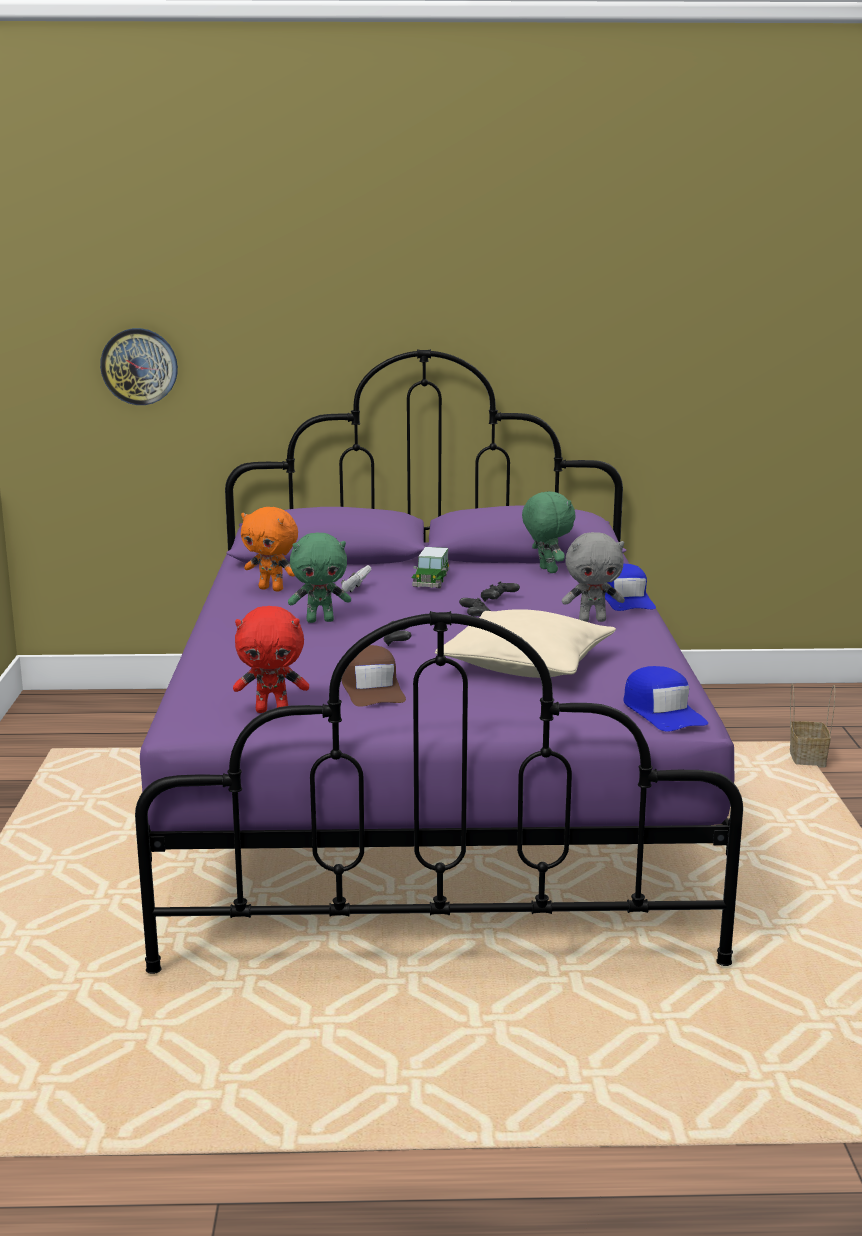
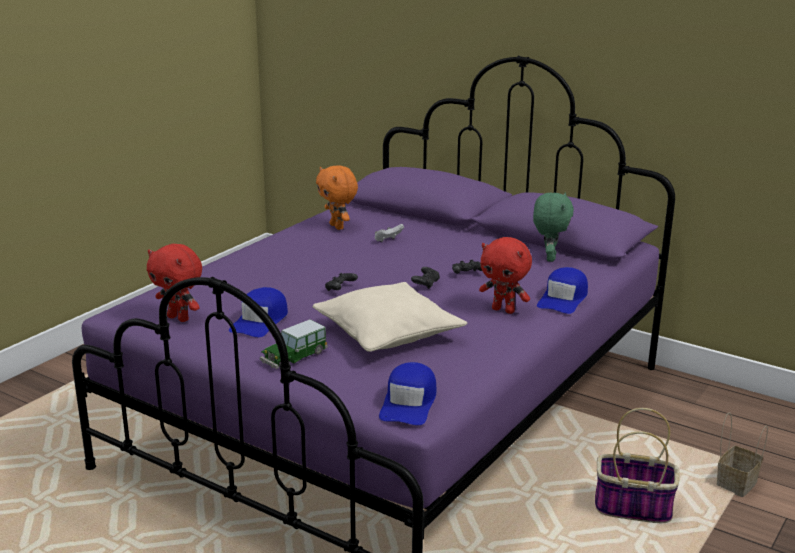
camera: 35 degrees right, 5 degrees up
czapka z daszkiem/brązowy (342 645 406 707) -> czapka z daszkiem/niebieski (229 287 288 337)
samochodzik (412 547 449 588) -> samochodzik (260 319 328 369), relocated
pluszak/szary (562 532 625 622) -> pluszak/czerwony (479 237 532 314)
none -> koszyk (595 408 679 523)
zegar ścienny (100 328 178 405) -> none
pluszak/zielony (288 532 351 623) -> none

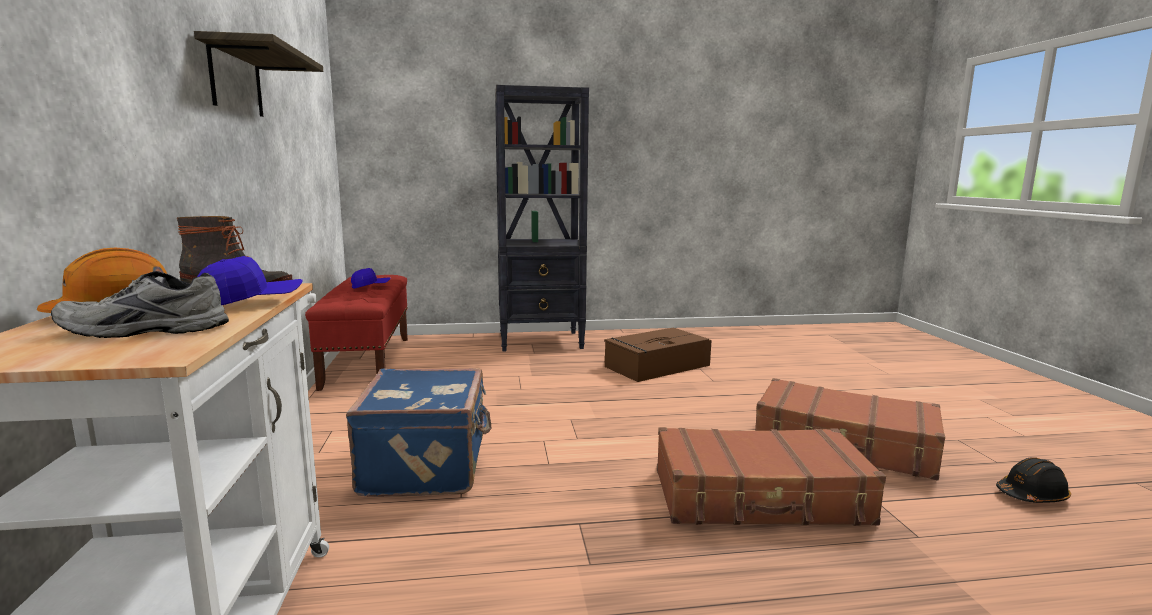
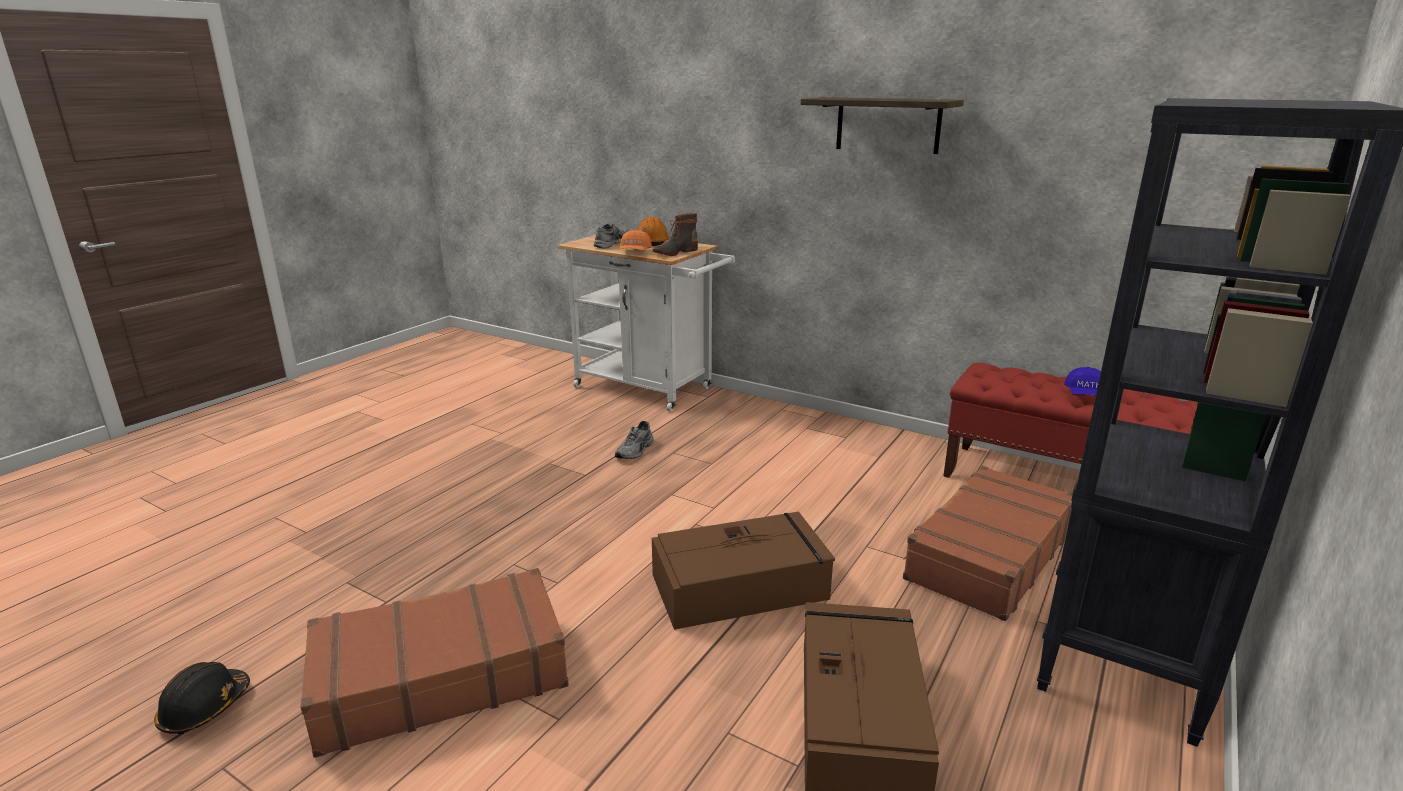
camera: 130 degrees right, 10 degrees up
none -> but/szary (615 421 654 459)
czapka z daszkiem/niebieski (197 256 303 305) -> czapka z daszkiem/pomarańczowy (619 230 652 250)
none -> pojemnik do przechowywania/brązowy (652 512 835 630)
walizka/brązowy (657 427 886 526) -> walizka/brązowy (903 466 1073 621), relocated
walizka/niebieski (346 368 491 497) -> none

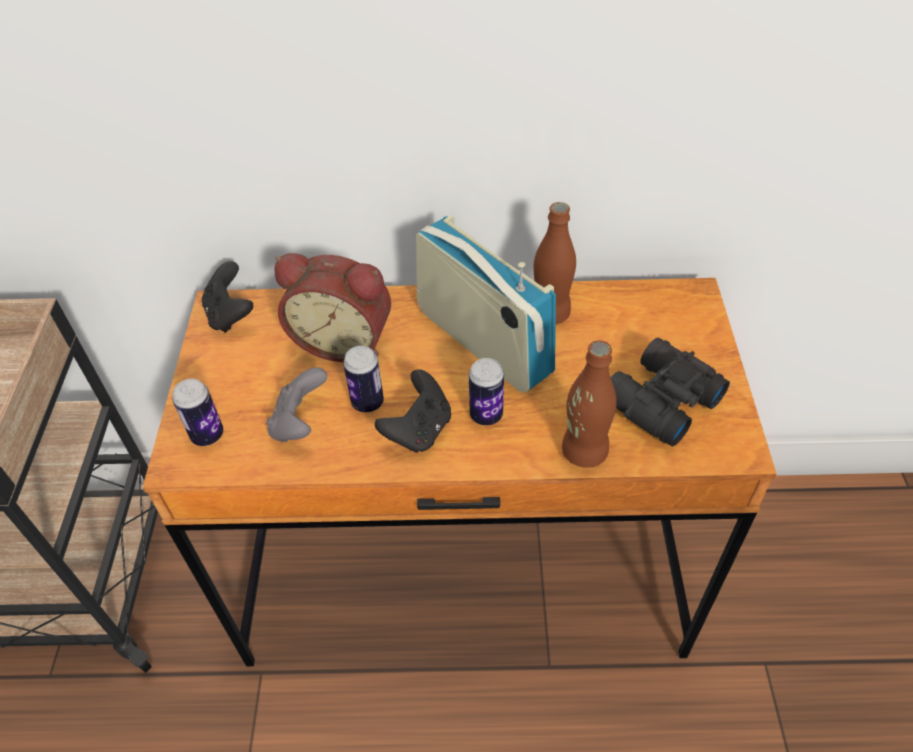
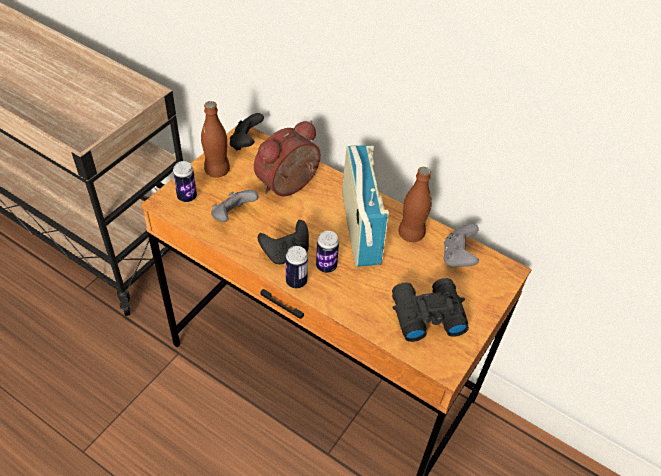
camera: 30 degrees right, 0 degrees up
butelka/brązowy (562 340 617 468) -> butelka/brązowy (201 101 230 178), relocated
budzik (274 253 391 362) -> budzik (254 121 321 196), 90 degrees clockwise
puszka (343 346 384 412) -> puszka (286 246 308 288), relocated
none -> pad do gier/szary (443 223 479 268)

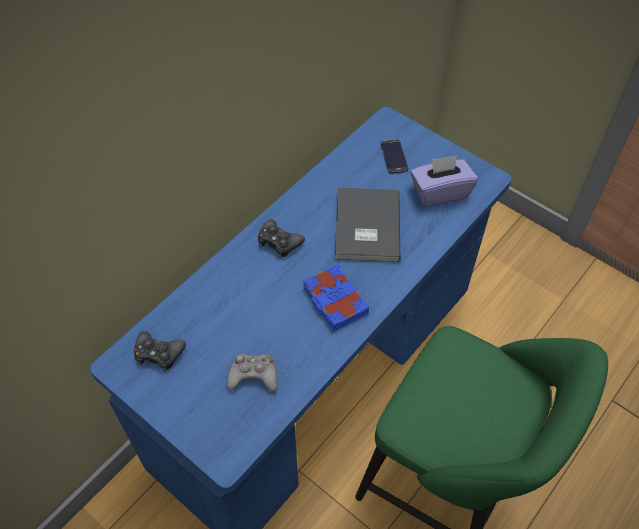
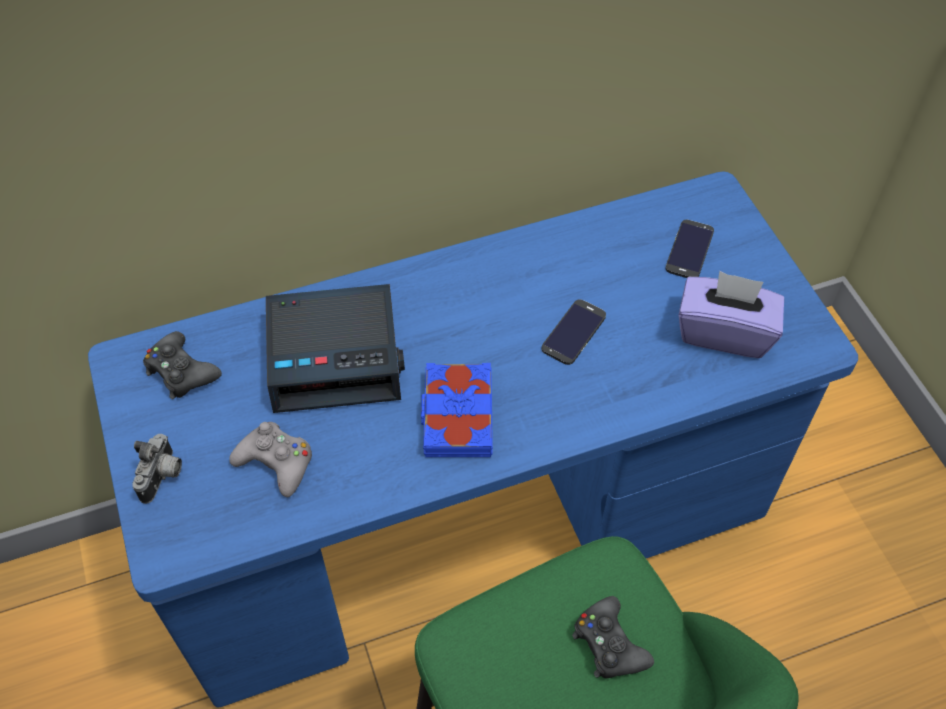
camera: 30 degrees right, 0 degrees up
none -> aparat fotograficzny (132 434 182 504)
none -> budzik (266 284 405 413)
książka/szary (335 187 400 262) -> telefon (541 299 606 365)
pad do gier/czarny (258 219 305 258) -> pad do gier/czarny (572 596 654 678), relocated

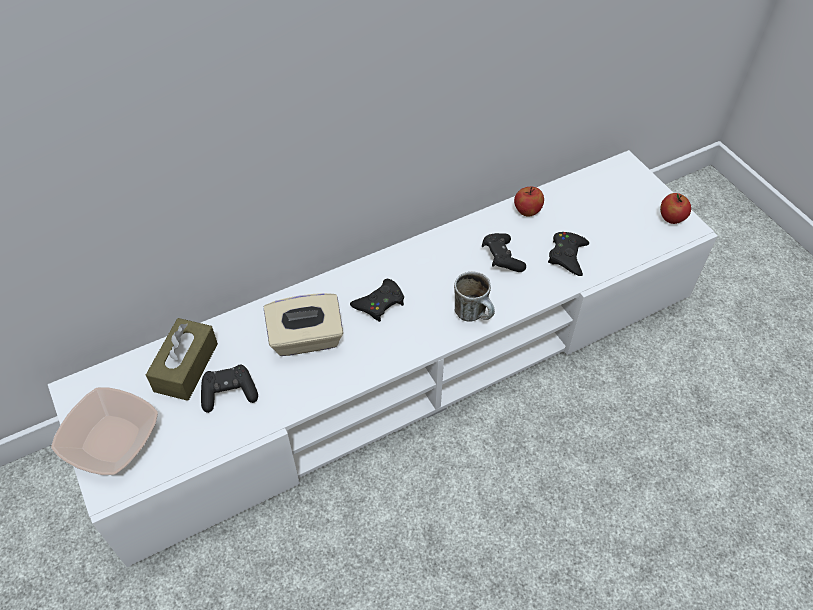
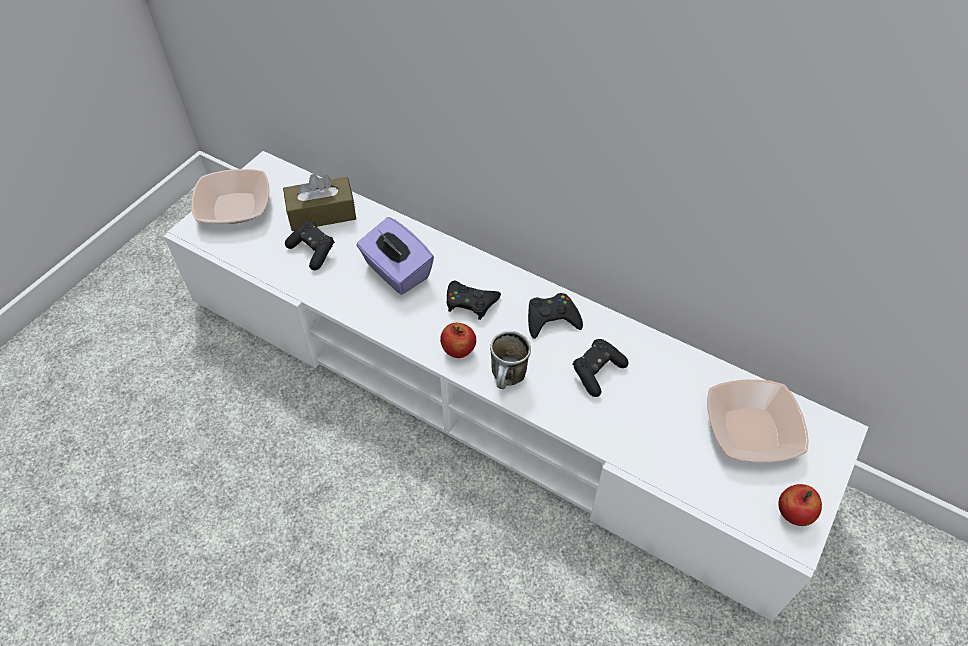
camera: 60 degrees right, 0 degrees up
pudełko chusteczek/beżowy (264 293 343 356) -> pudełko chusteczek/fioletowy (356 217 434 295)
jabłko (514 187 544 217) -> jabłko (440 323 476 358), relocated
pad do gier/czarny (548 232 589 276) -> pad do gier/czarny (528 293 583 339), relocated
none -> miska (707 379 809 462)

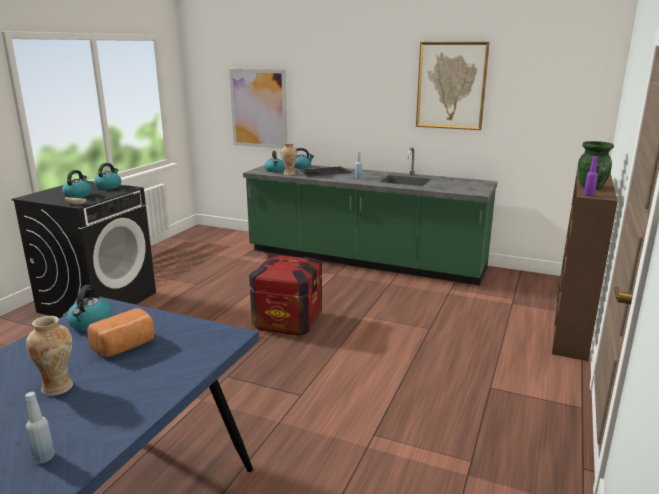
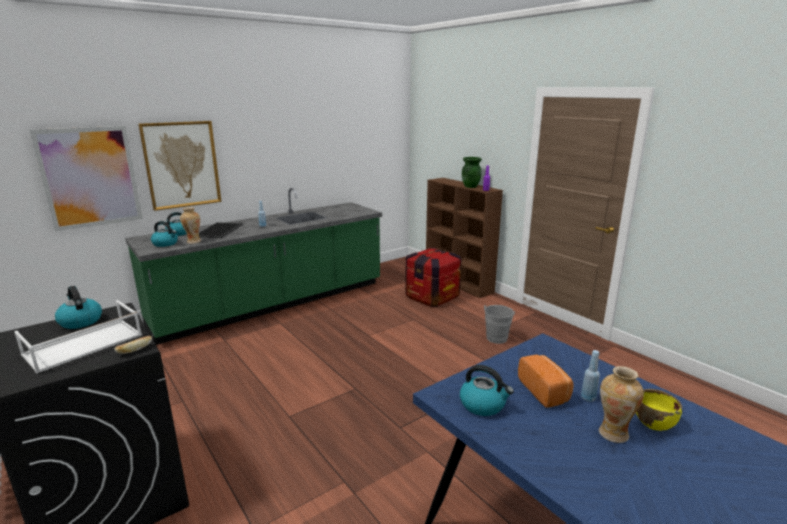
camera: 60 degrees left, 0 degrees up
czajnik (62 170 92 198) -> taca/biały (14 300 142 374)
obraz (416 42 489 130) -> obraz (138 121 221 211), relocated
skrzynka (249 255 322 336) -> skrzynka (405 248 461 307), relocated
none -> wiadro/szary (484 305 515 344)
butelka/niebieski (25 392 55 463) -> butelka/niebieski (581 350 600 402), relocated
none -> miska/żółty (636 389 682 431)

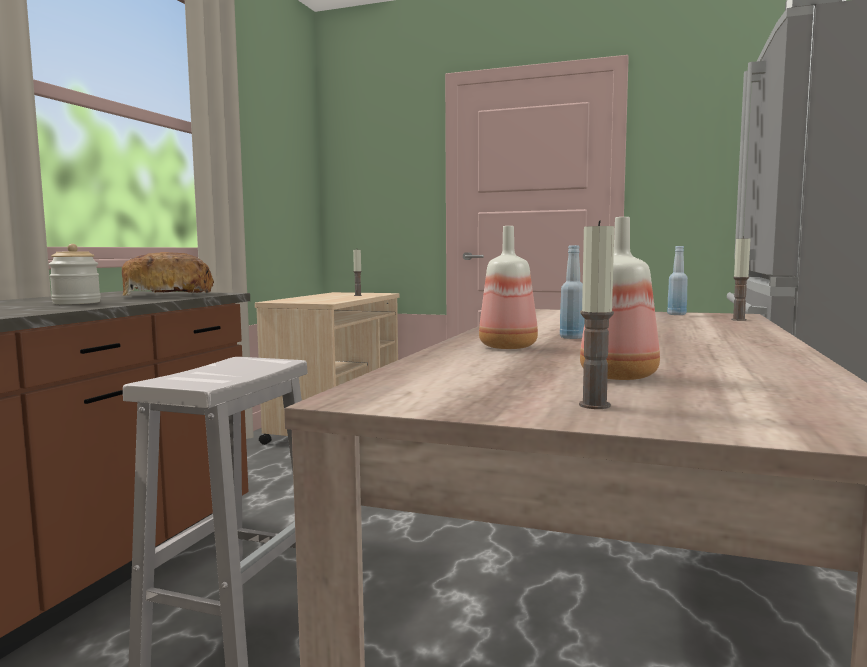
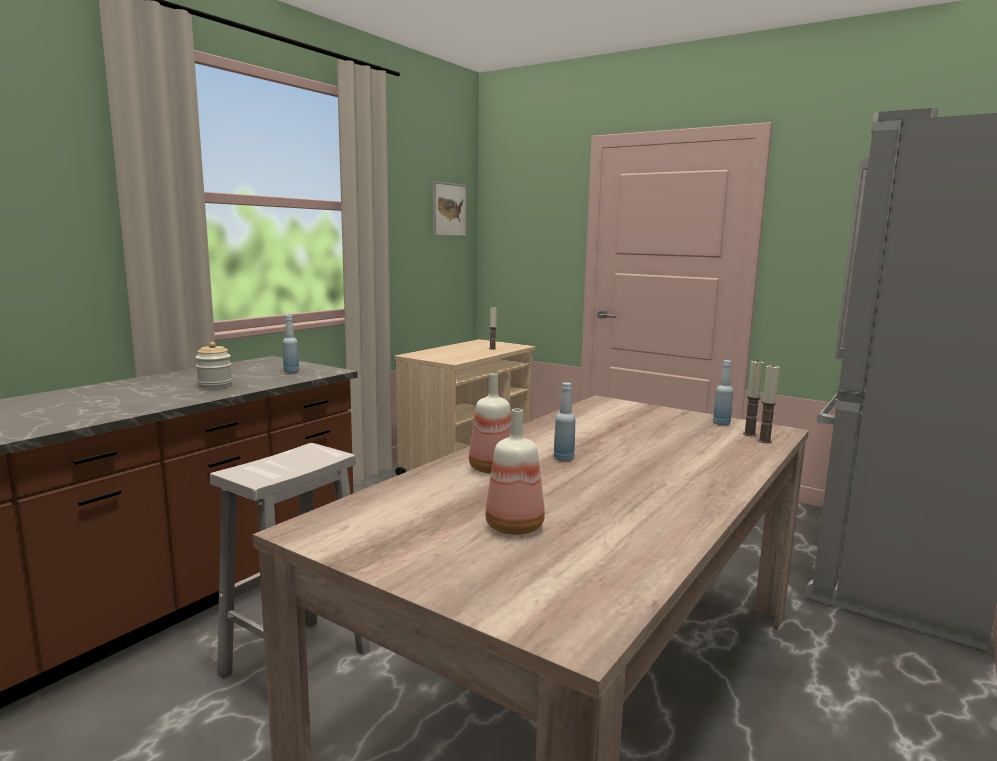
camera: 15 degrees right, 5 degrees up
chleb (122 252 214 296) -> butelka/niebieski (283 315 299 373)
none -> obraz (433 181 467 236)
świeca (579 221 614 409) -> świeca (743 360 764 436), relocated

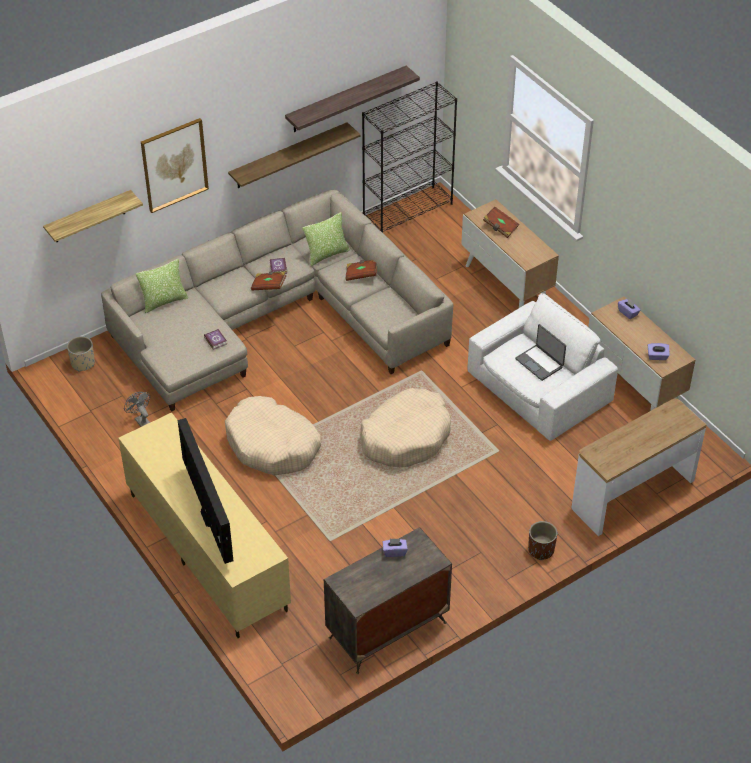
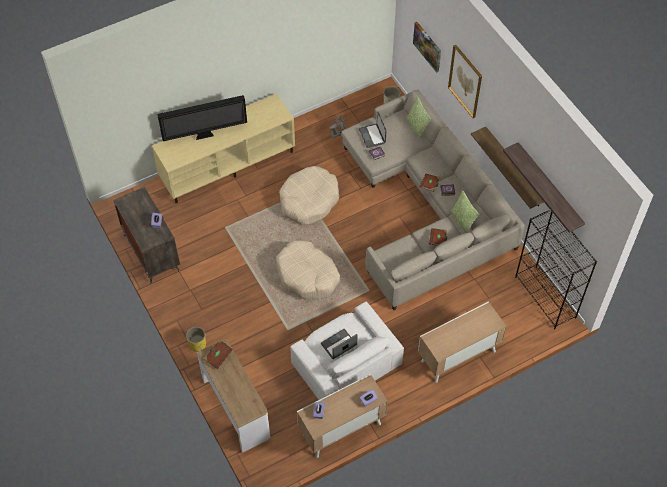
camera: 95 degrees right, 10 degrees up
donica/brązowy (528 521 557 560) -> donica/żółty (186 327 206 352)
książka/brązowy (483 206 519 238) -> książka/brązowy (204 339 233 369), relocated
none -> laptop (359 112 387 148)
półka (43 190 143 242) -> obraz (413 22 441 73)

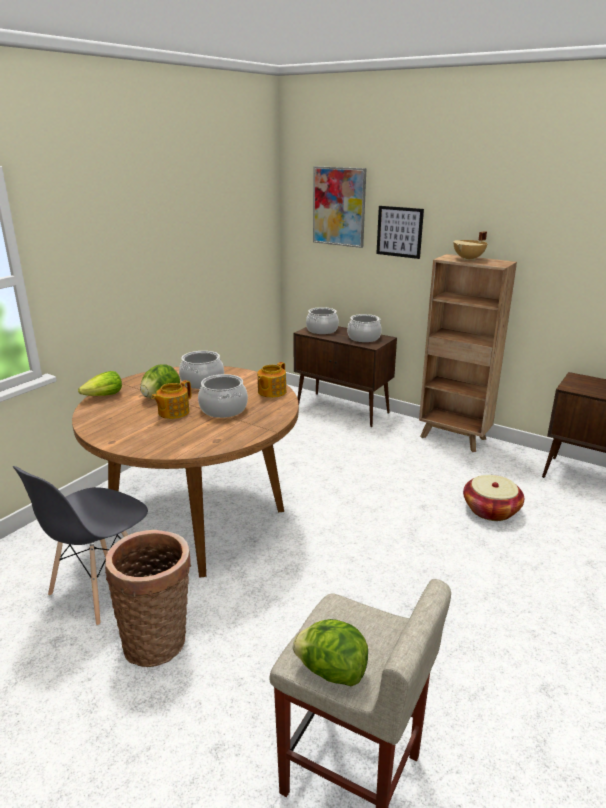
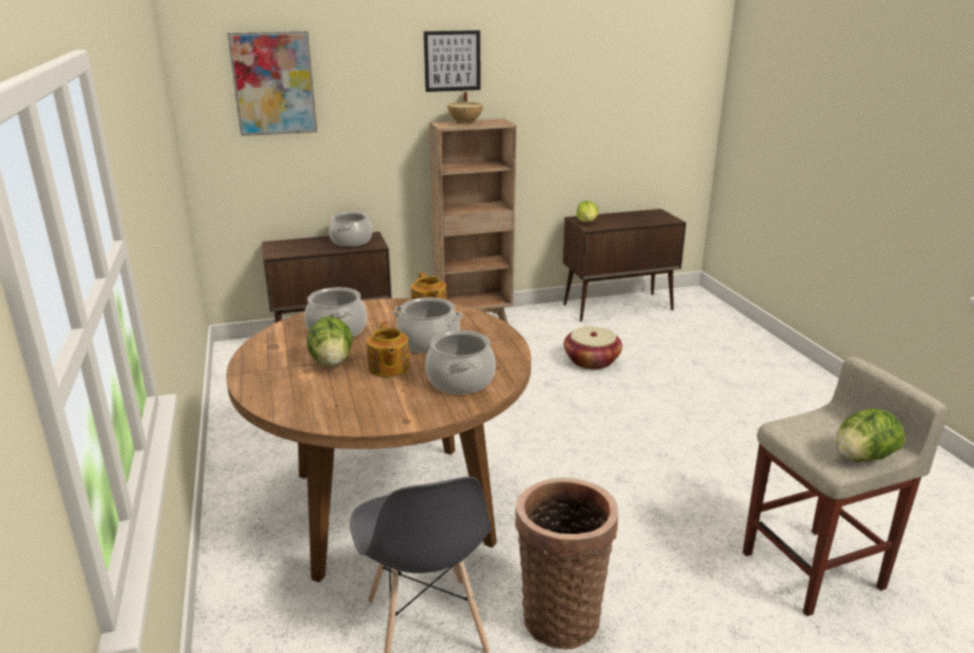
camera: 50 degrees left, 0 degrees up
obraz (376 206 424 259) -> obraz (424 30 480 92), relocated
garnek (306 307 339 334) -> garnek (425 330 496 394), relocated
sałata (78 371 122 396) -> sałata (576 201 599 222), relocated

